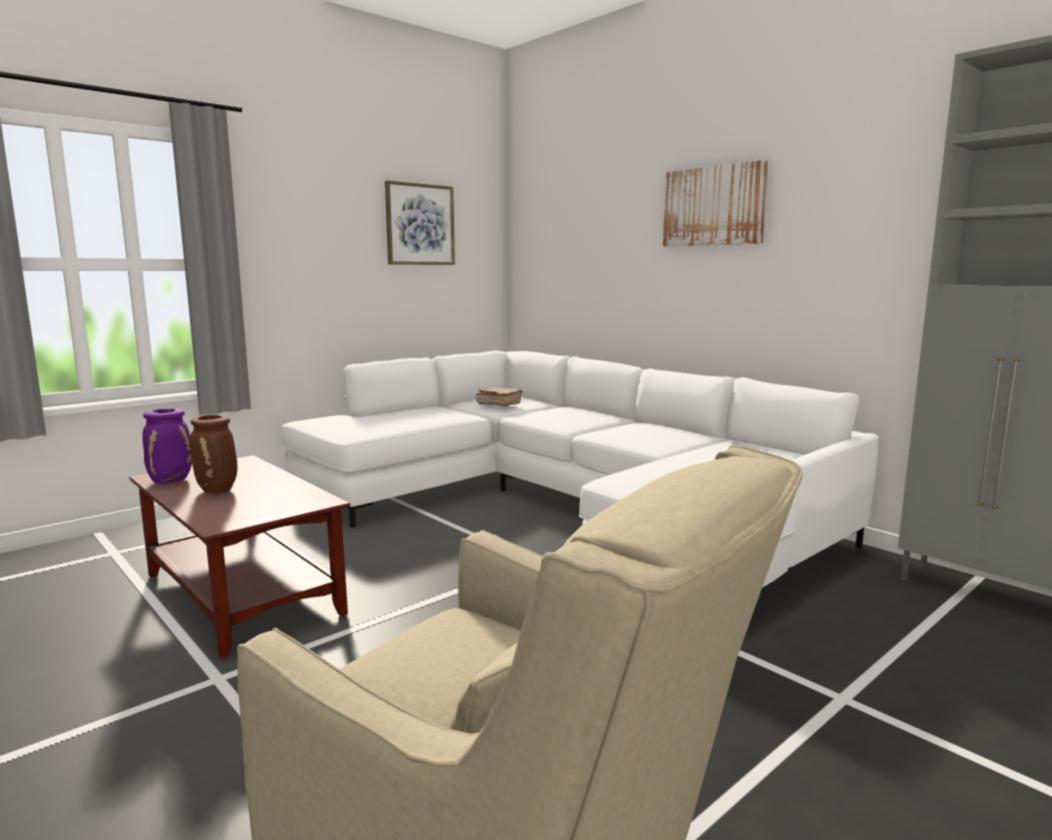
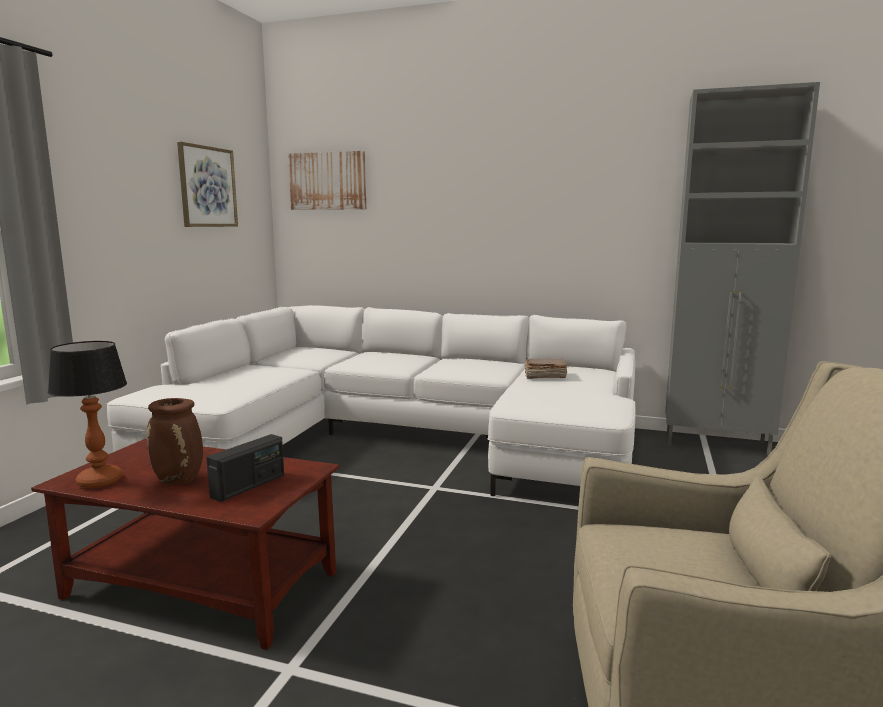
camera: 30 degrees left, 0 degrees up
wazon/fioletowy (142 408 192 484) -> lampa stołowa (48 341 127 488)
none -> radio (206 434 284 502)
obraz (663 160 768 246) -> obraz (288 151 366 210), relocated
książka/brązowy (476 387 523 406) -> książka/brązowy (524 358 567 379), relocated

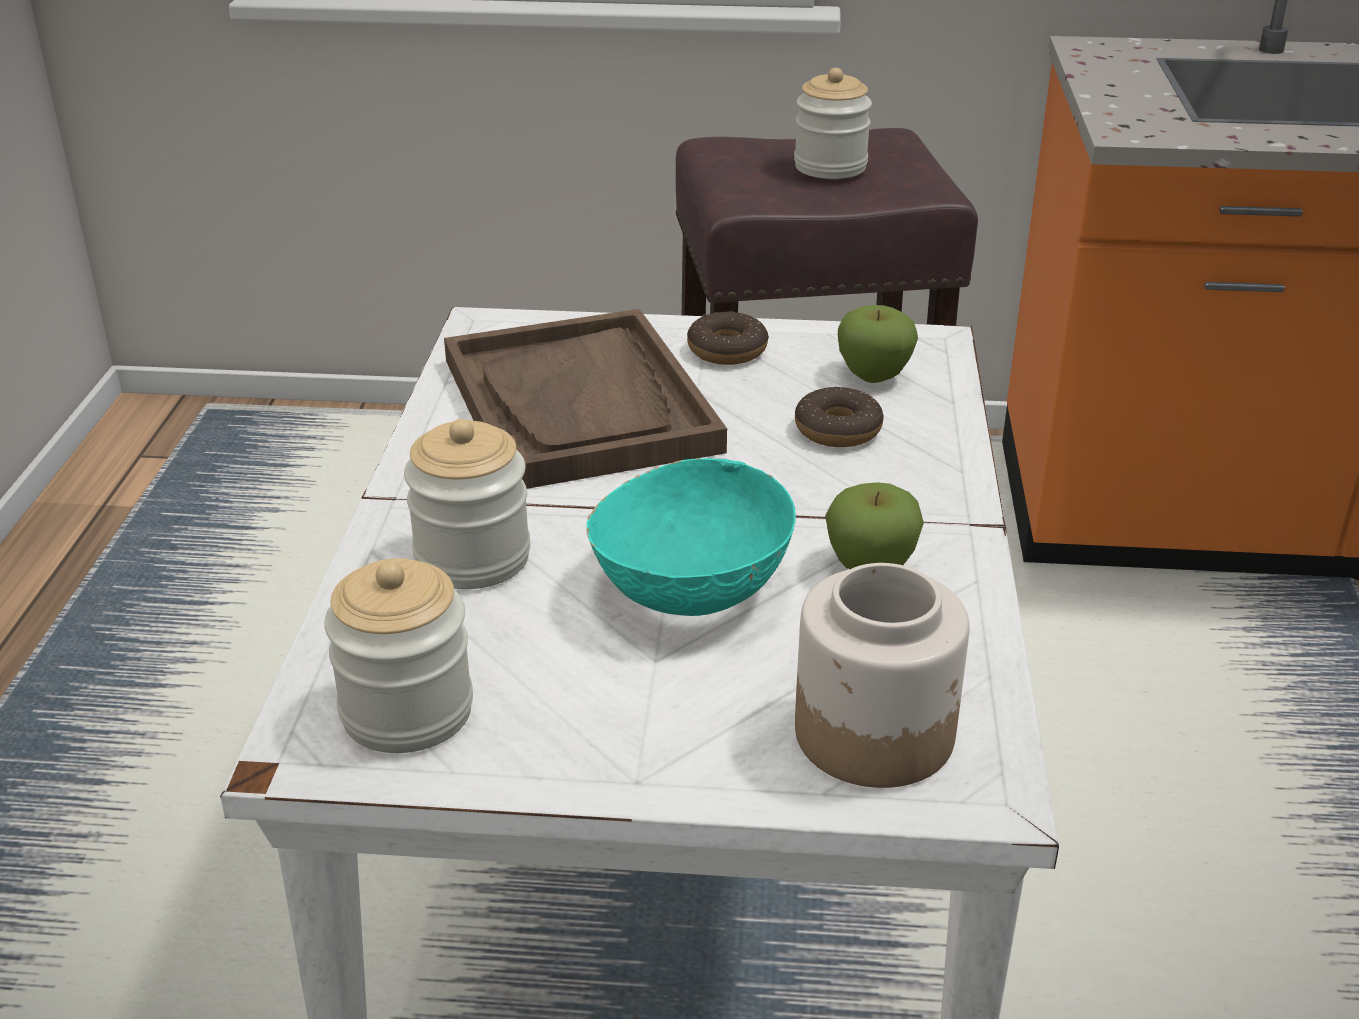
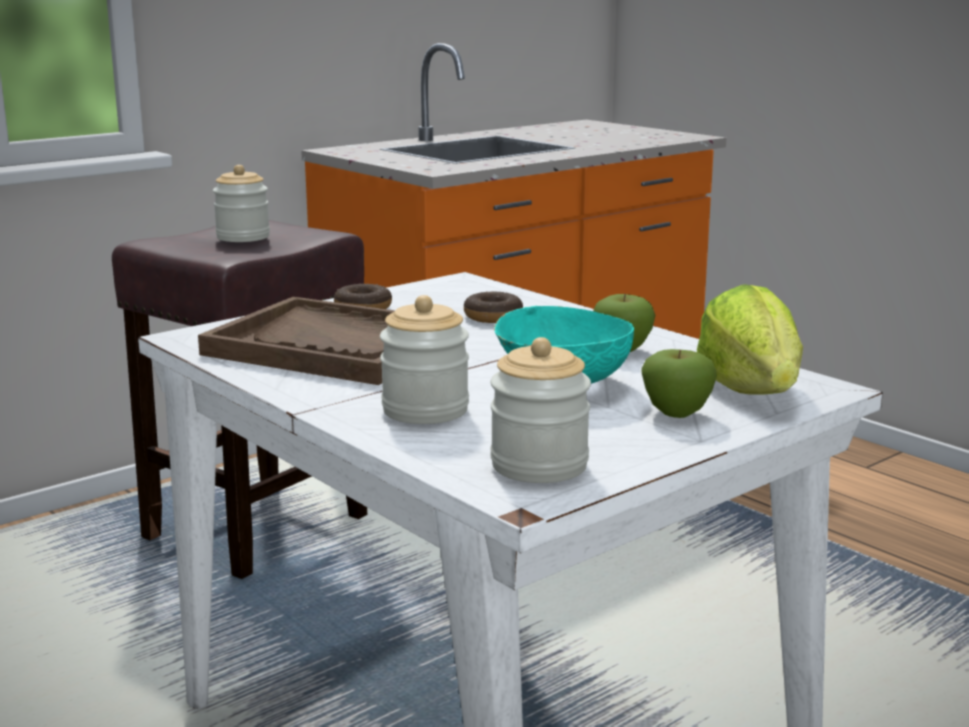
camera: 45 degrees left, 15 degrees down
jabłko (838 305 918 383) -> jabłko (642 349 717 418), relocated
słoik (795 563 969 788) -> sałata (697 284 803 395)

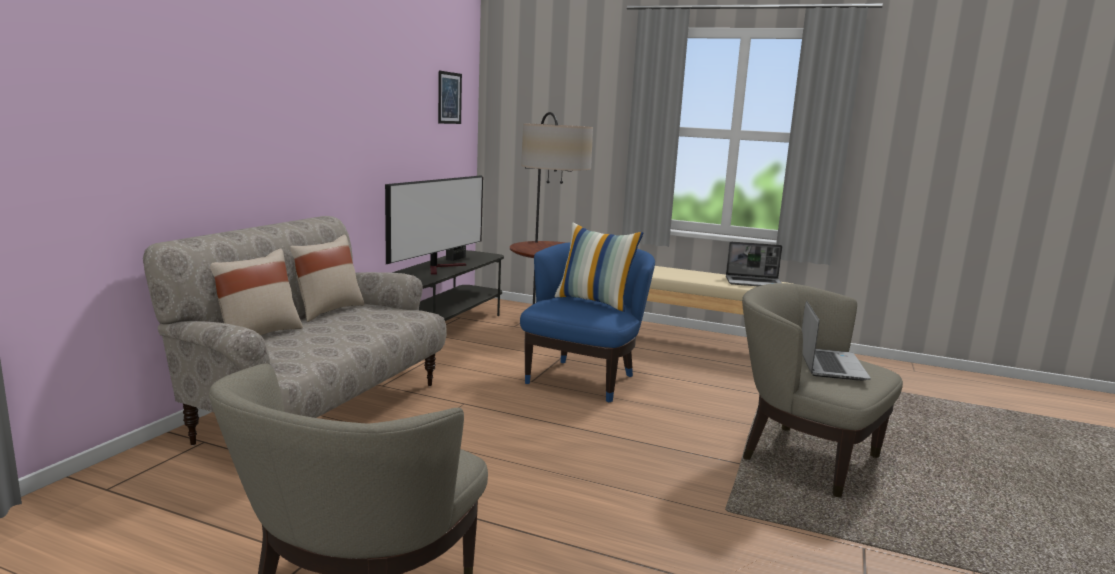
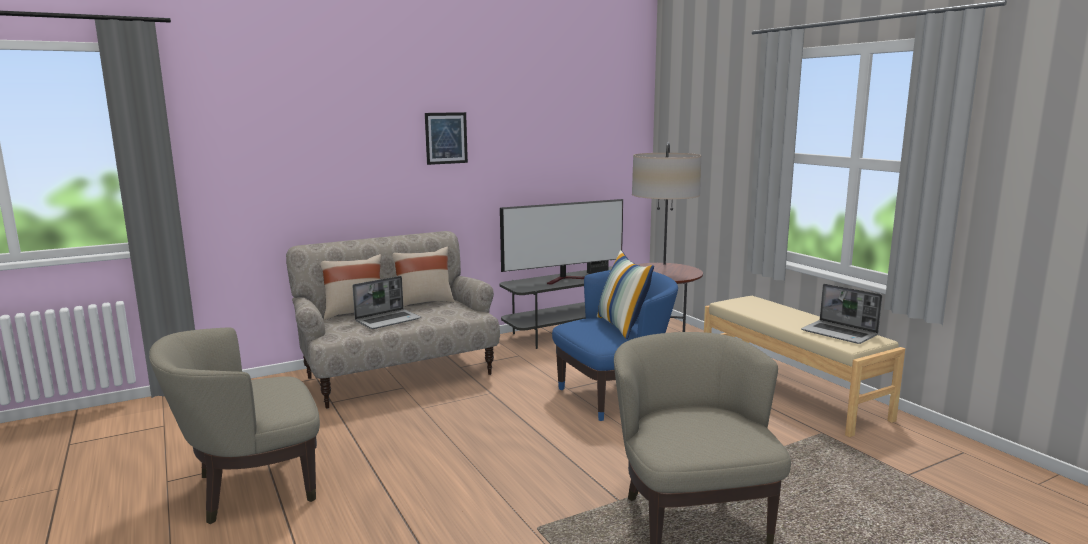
camera: 40 degrees right, 0 degrees up
laptop (802 301 871 381) -> laptop (352 276 421 329), relocated
obraz (438 71 462 124) -> obraz (425 112 468 165), relocated

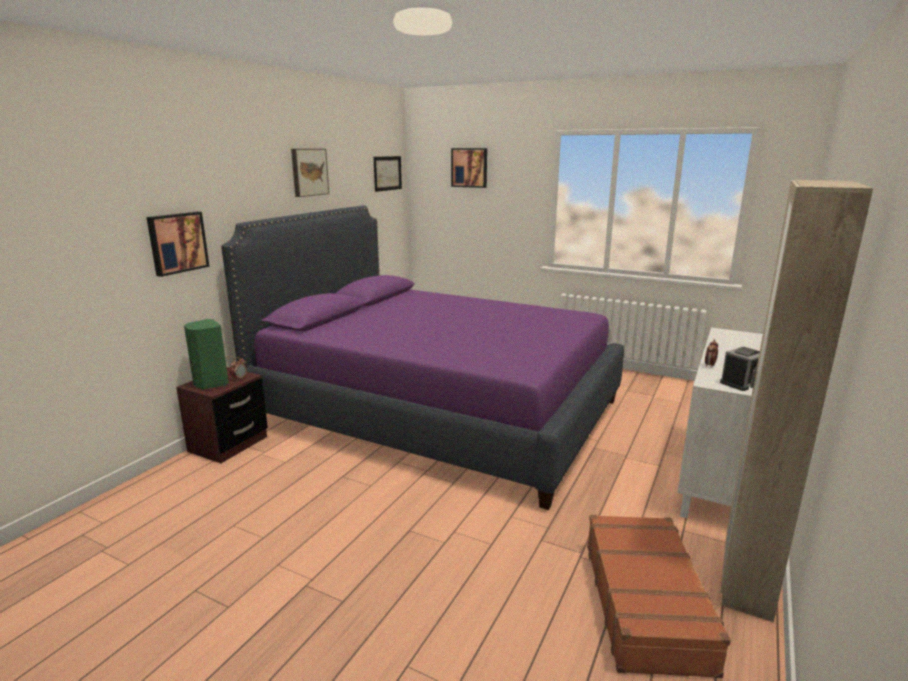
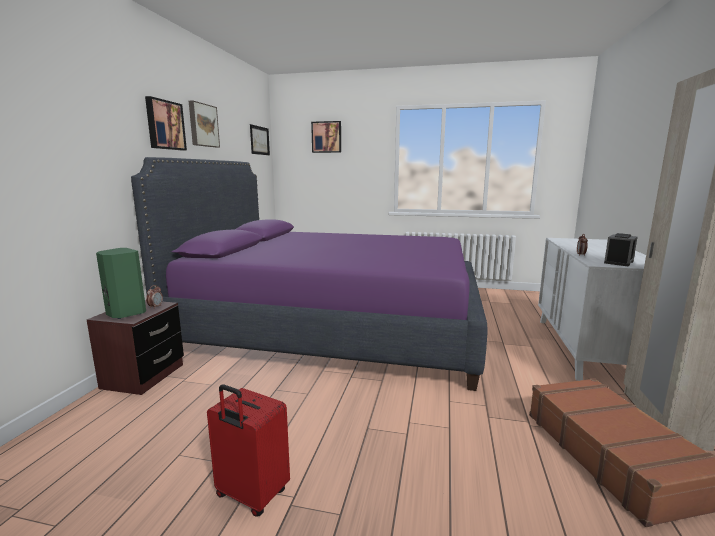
camera: 15 degrees left, 5 degrees down
obraz (146 212 210 277) -> obraz (145 96 187 150), relocated
none -> walizka/czerwony (207 384 290 517)

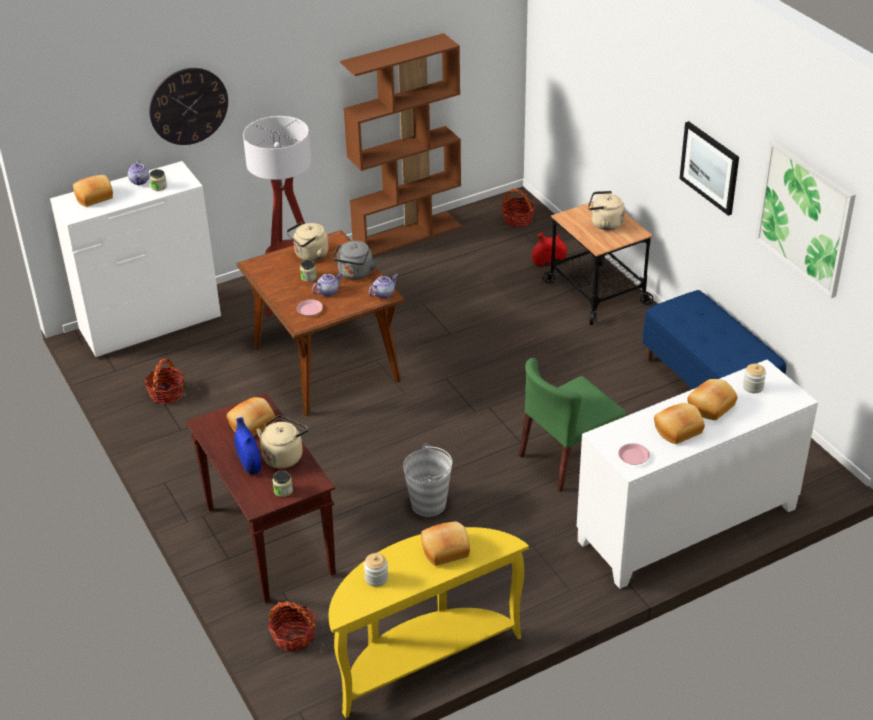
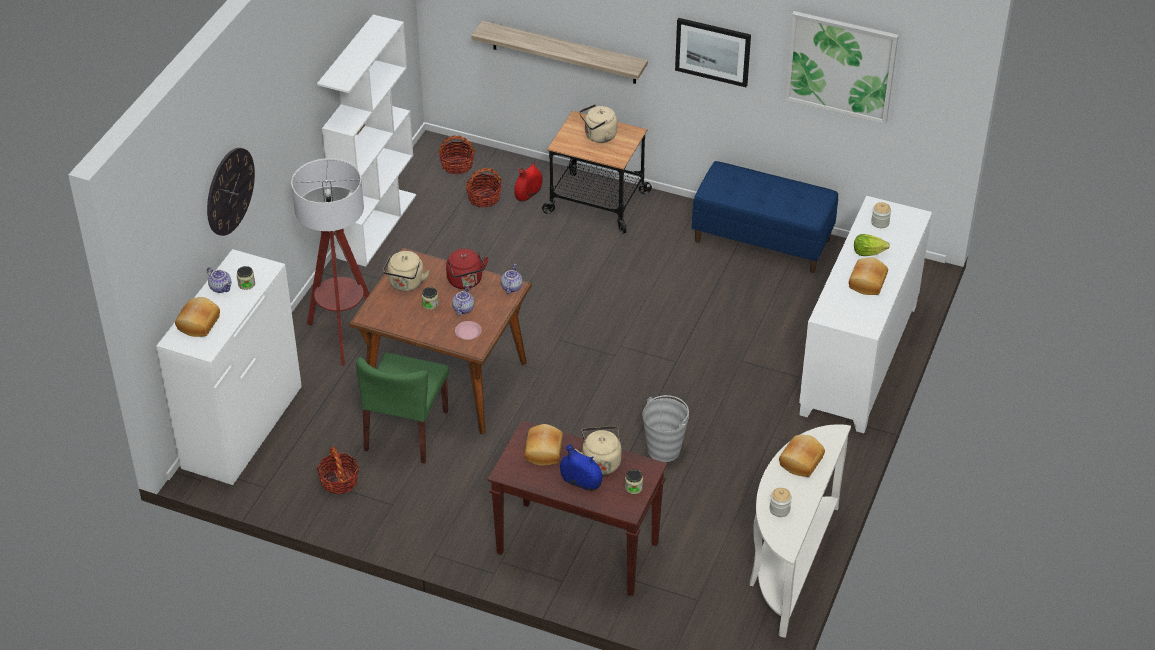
camera: 40 degrees left, 5 degrees up
regał/brązowy (340 33 462 256) -> regał/biały (317 15 416 267)
krzesło/zielony (519 358 626 492) -> krzesło/zielony (356 353 449 464), relocated
czajnik/szary (332 241 379 280) -> czajnik/czerwony (446 249 488 289)
koszyk (269 601 316 651) -> koszyk (466 168 502 208), relocated
none -> półka (471 21 648 84)
stolik konsolowy/żółty (329 527 529 718) -> stolik konsolowy/biały (750 424 851 638)
chleb (687 379 737 420) -> sałata (854 234 890 256)
talerz/różowy (618 443 649 465) -> none

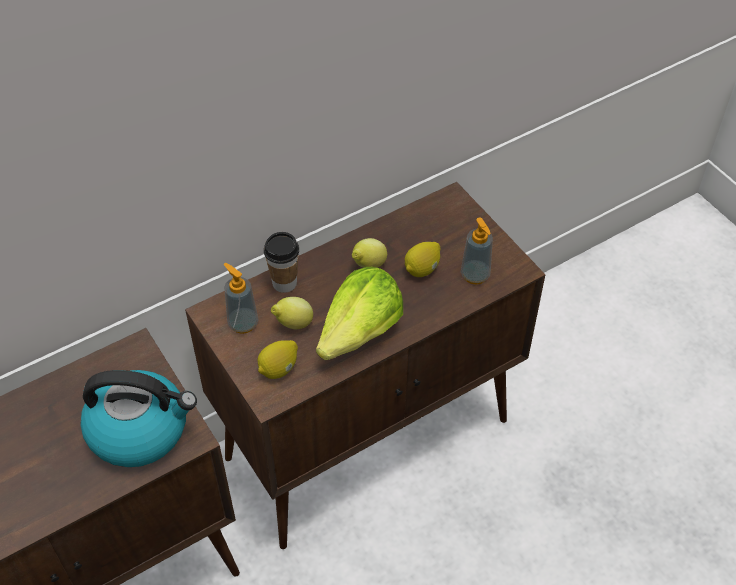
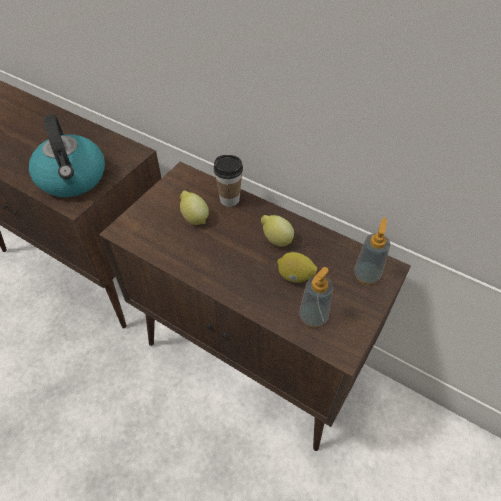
camera: 65 degrees right, 0 degrees up
dozownik mydła (223 263 258 334) -> dozownik mydła (354 217 390 285), relocated
cytryna (258 340 298 379) -> none
sałata (316 267 403 360) -> none

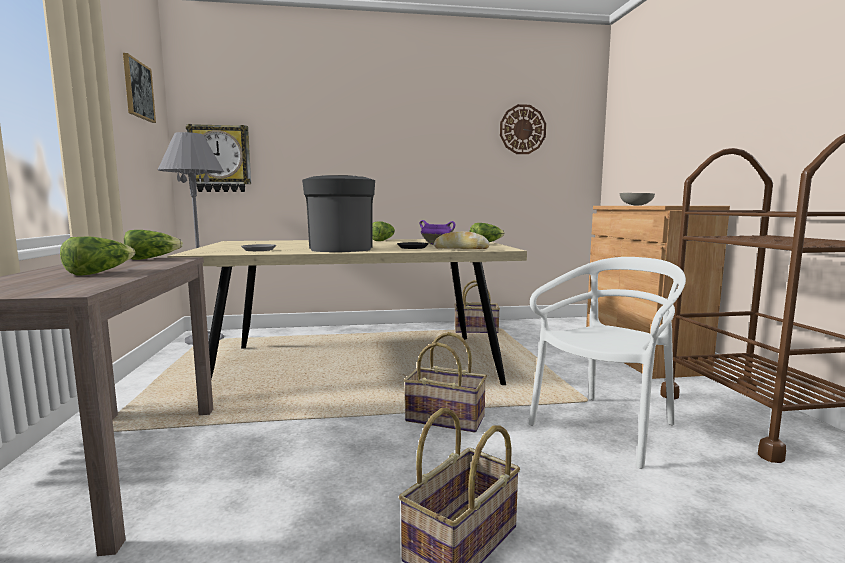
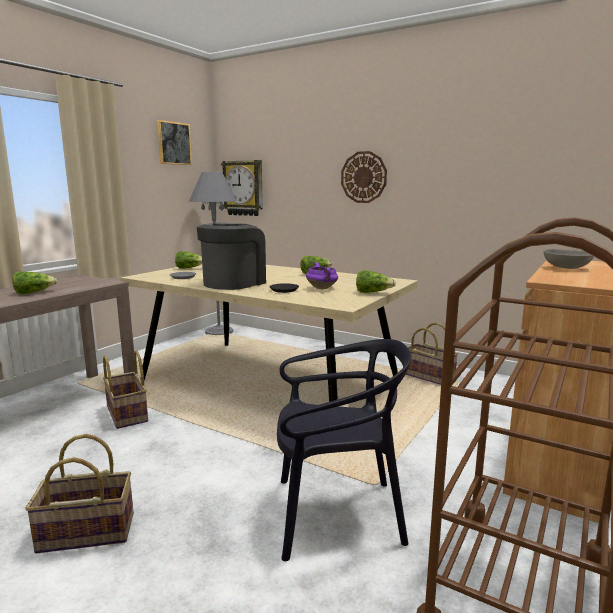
camera: 40 degrees right, 5 degrees up
koszyk (404 332 487 432) -> koszyk (103 350 148 429), relocated
sałata (124 230 183 260) -> sałata (175 251 202 269), relocated
krzesło/biały (529 257 686 469) -> krzesło/czarny (277 339 412 561)
zegar ścienny (500 104 546 154) -> zegar ścienny (341 151 387 203), relocated
chleb (434 231 490 249) -> none

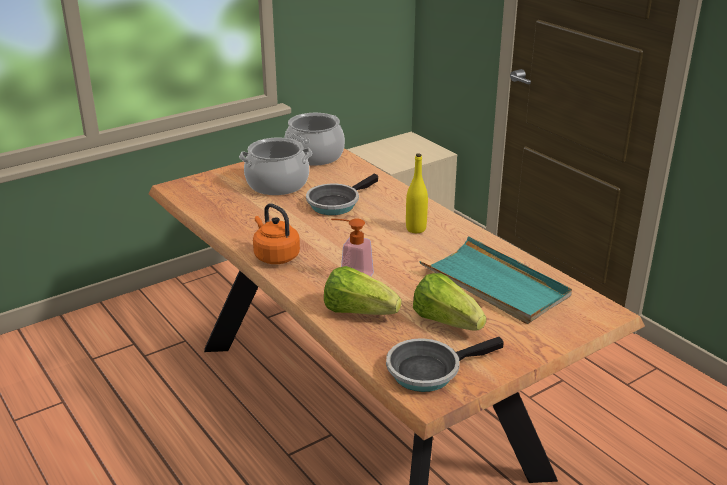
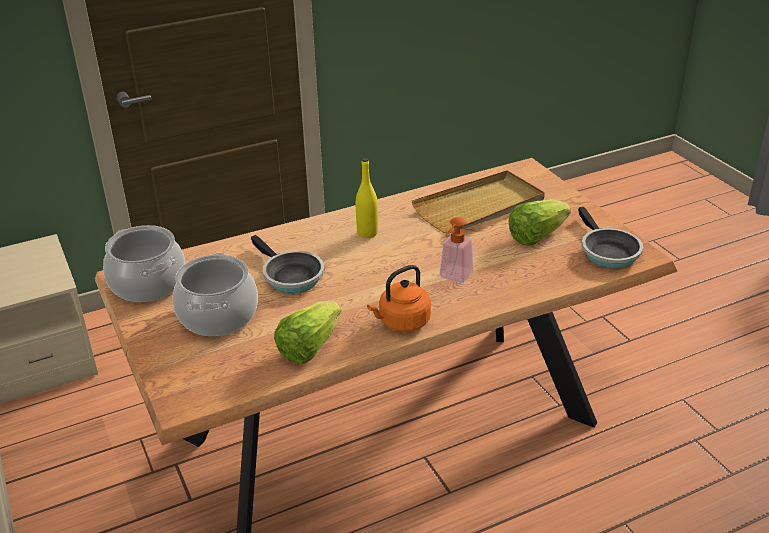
camera: 80 degrees left, 5 degrees up
sałata (324 266 401 315) -> sałata (274 301 341 364), relocated
taca/turkusowy (419 236 572 324) -> taca/beżowy (412 170 545 234)

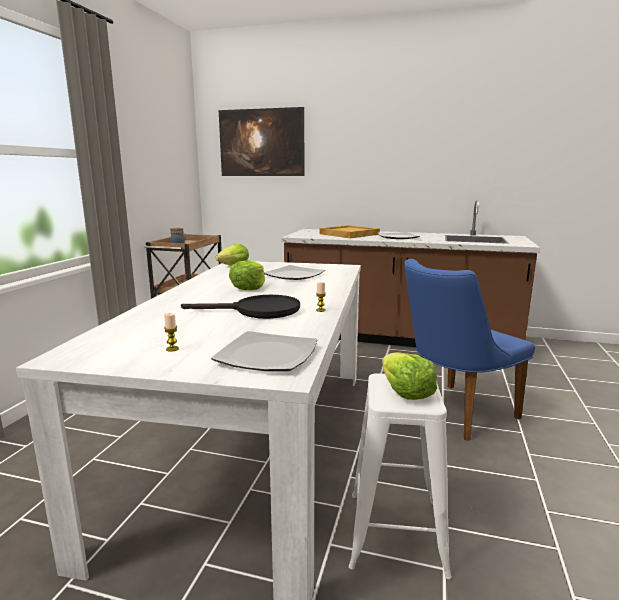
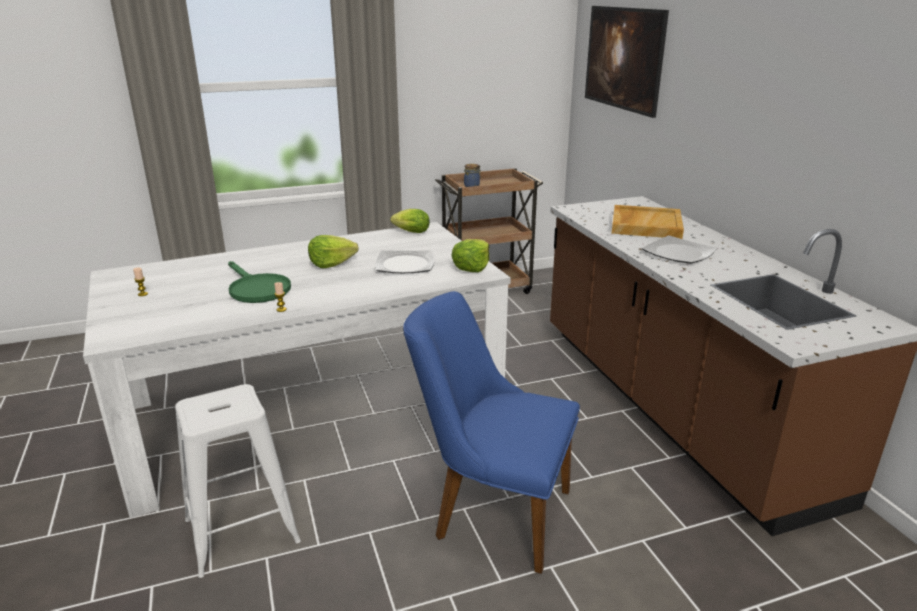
camera: 55 degrees right, 10 degrees up
patelnia/czarny (181 295 300 319) -> patelnia/zielony (228 261 291 303)
sałata (382 352 437 400) -> sałata (451 239 489 272), relocated
talerz (211 331 317 371) -> none

